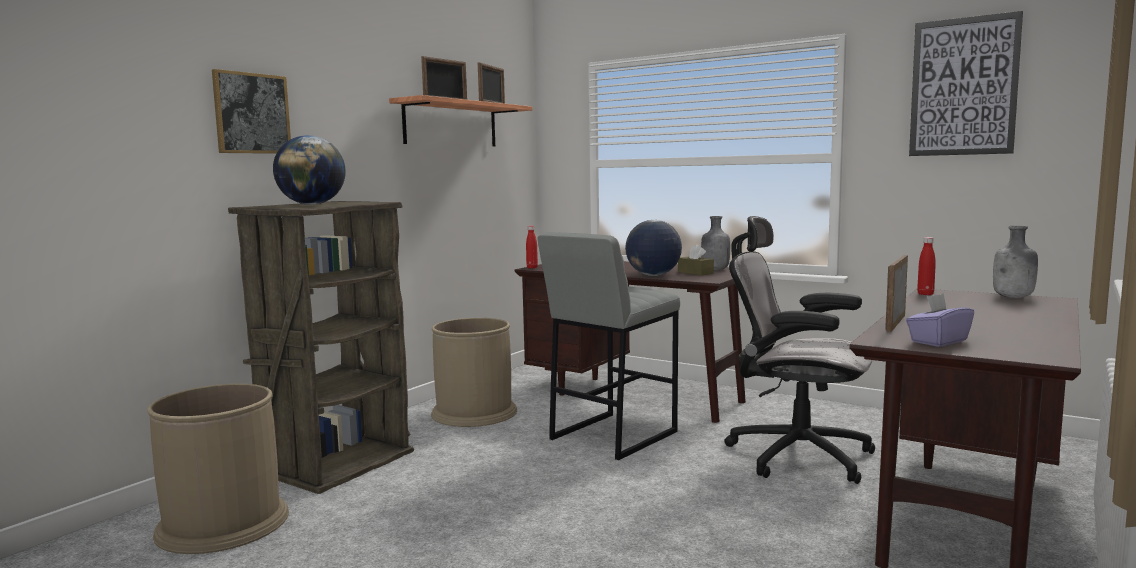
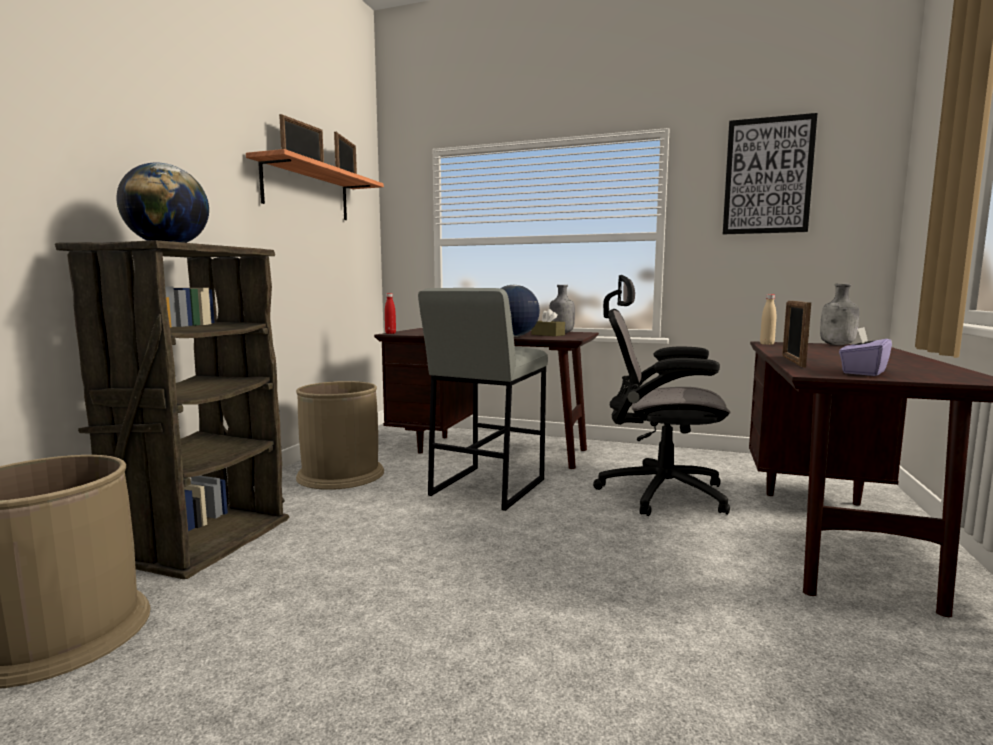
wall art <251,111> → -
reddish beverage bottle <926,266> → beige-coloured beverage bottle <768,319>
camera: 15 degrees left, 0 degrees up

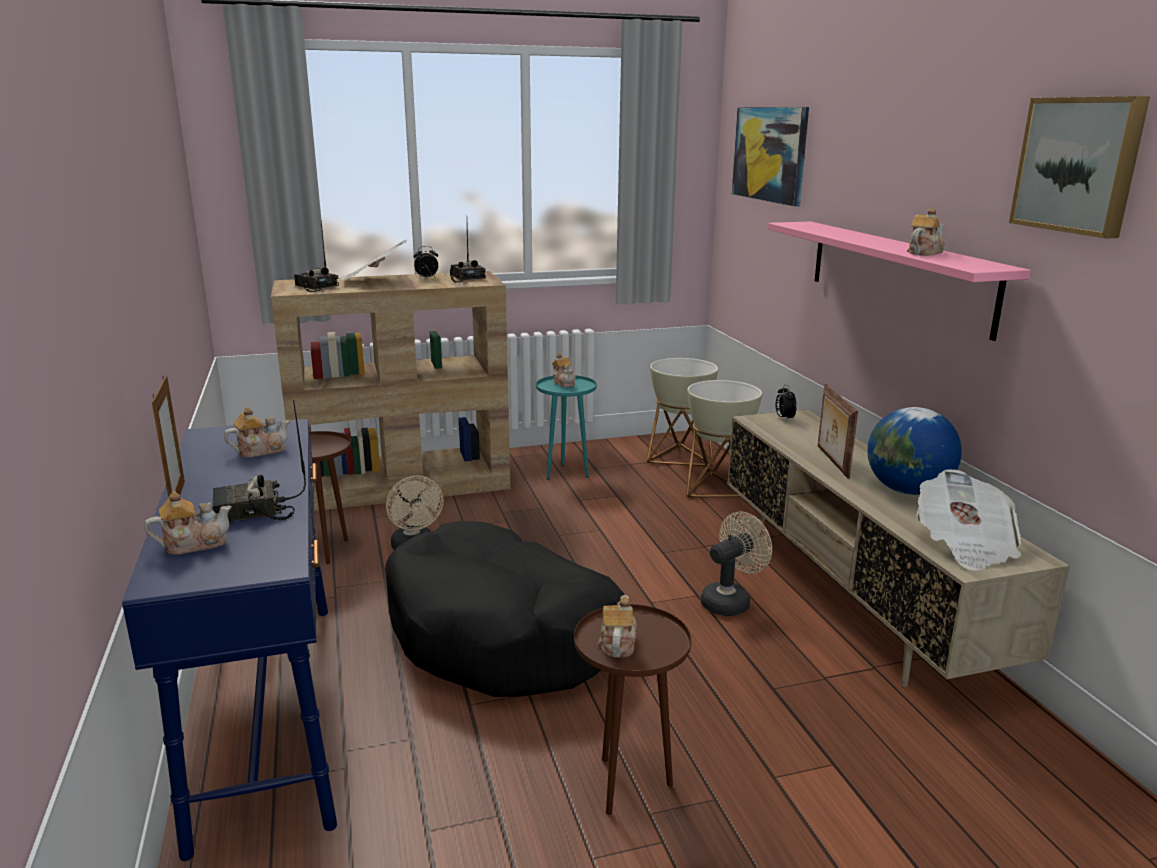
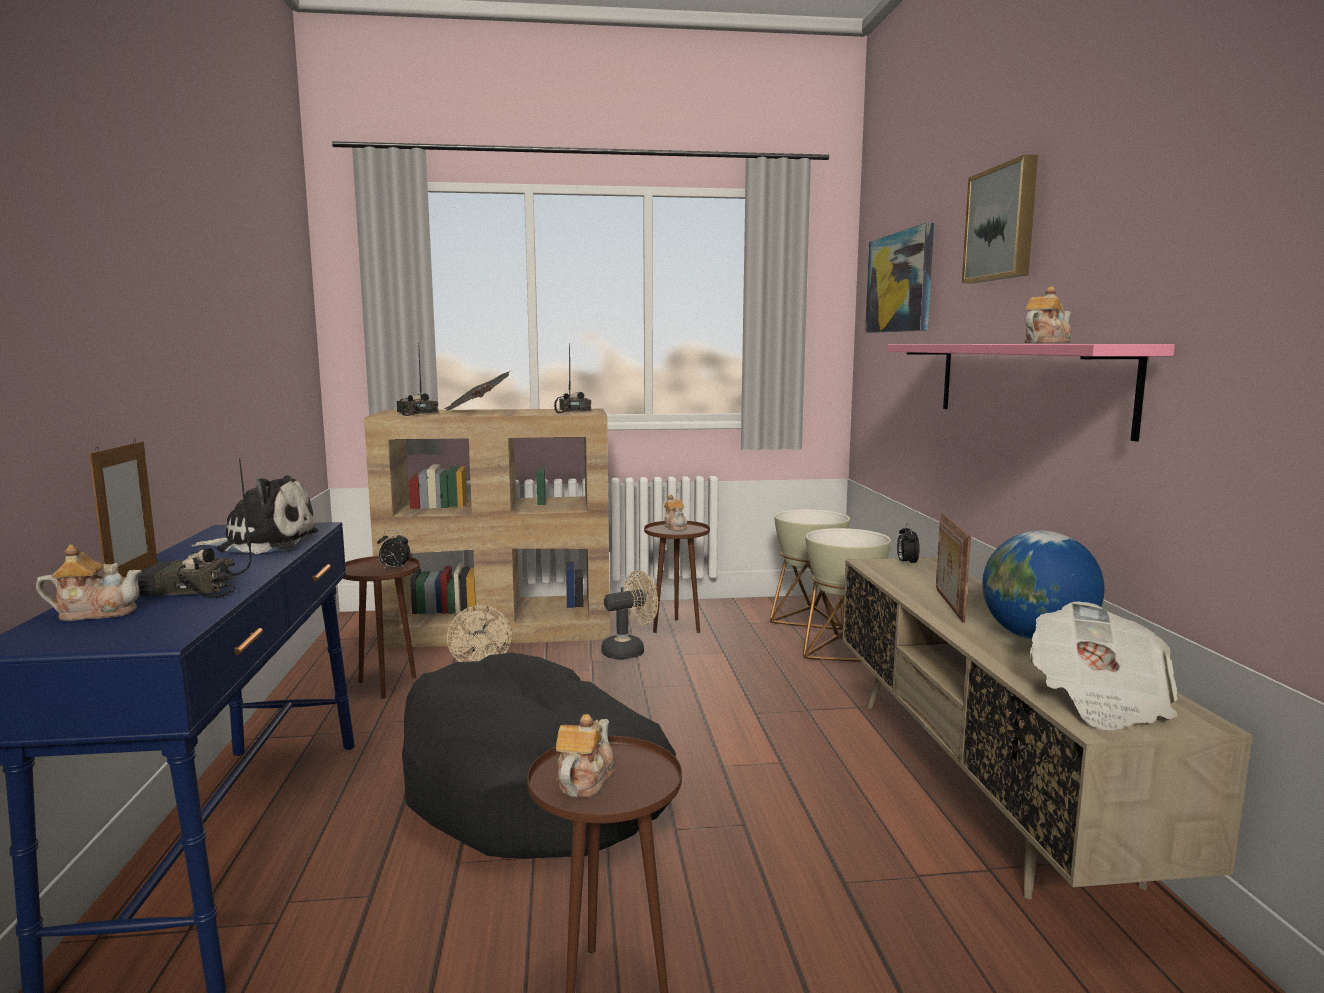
alarm clock <425,262> → alarm clock <393,549>, move
beige-coloured cooling fan <736,564> → beige-coloured cooling fan <629,614>, move
wall art <1079,167> → wall art <1000,218>, move
pot for tea <257,432> → plush toy <255,514>
turquoise-coloured end table <566,427> → brown end table <677,577>
camera: 10 degrees right, 10 degrees down

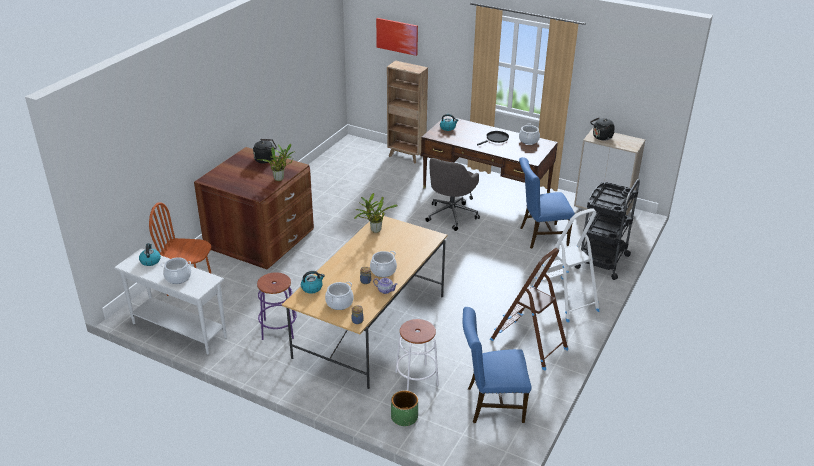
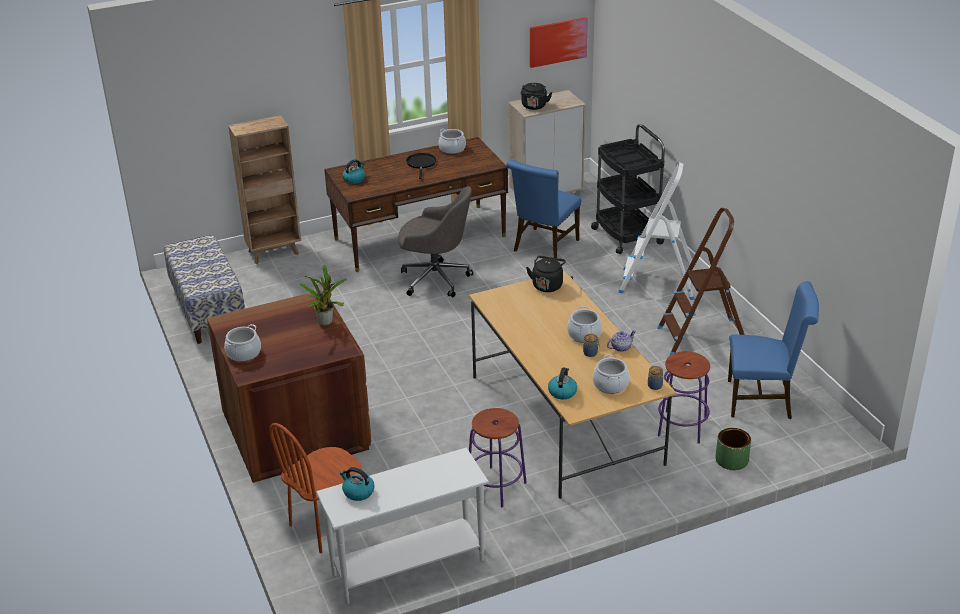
potted plant <376,213> → -
- → bench <204,289>
cooking pot <175,270> → cooking pot <242,343>, move
blackish kettle <265,151> → blackish kettle <546,274>, move
wall art <397,37> → wall art <559,42>, move
white stool seat <417,355> → purple-coloured stool seat <684,397>
greyish office chair <452,194> → greyish office chair <435,242>, 45 degrees counterclockwise
blue chair <497,365> → blue chair <773,350>, 120 degrees counterclockwise
camera: 50 degrees left, 0 degrees up

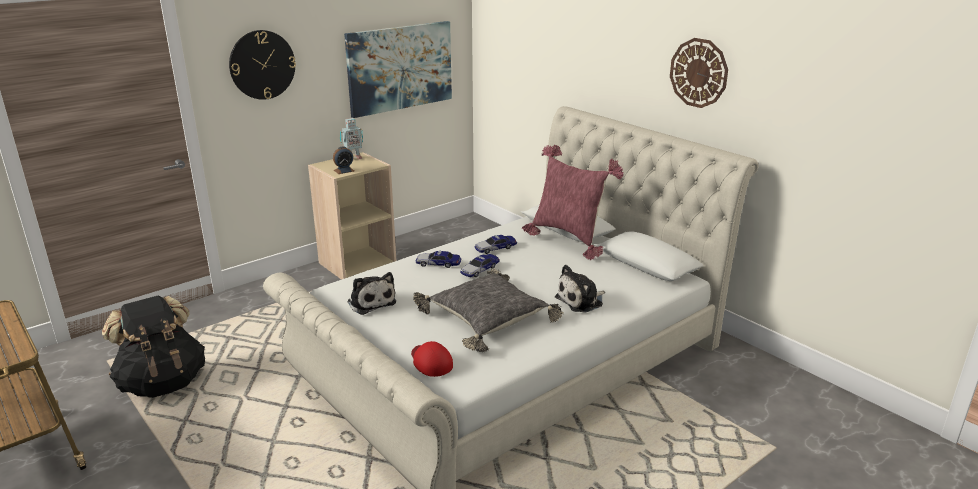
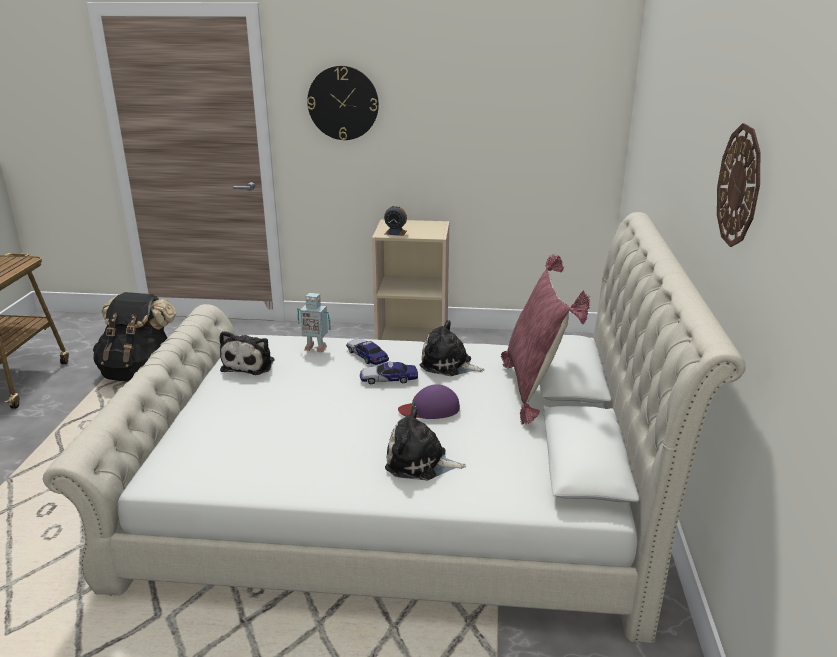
wall art <398,69> → -
reddish cap <432,359> → -
pillow <489,310> → -
- → purple-coloured cap <429,401>
model robot <351,138> → model robot <314,322>, move
toy car <495,244> → plush toy <452,348>
camera: 45 degrees right, 0 degrees up

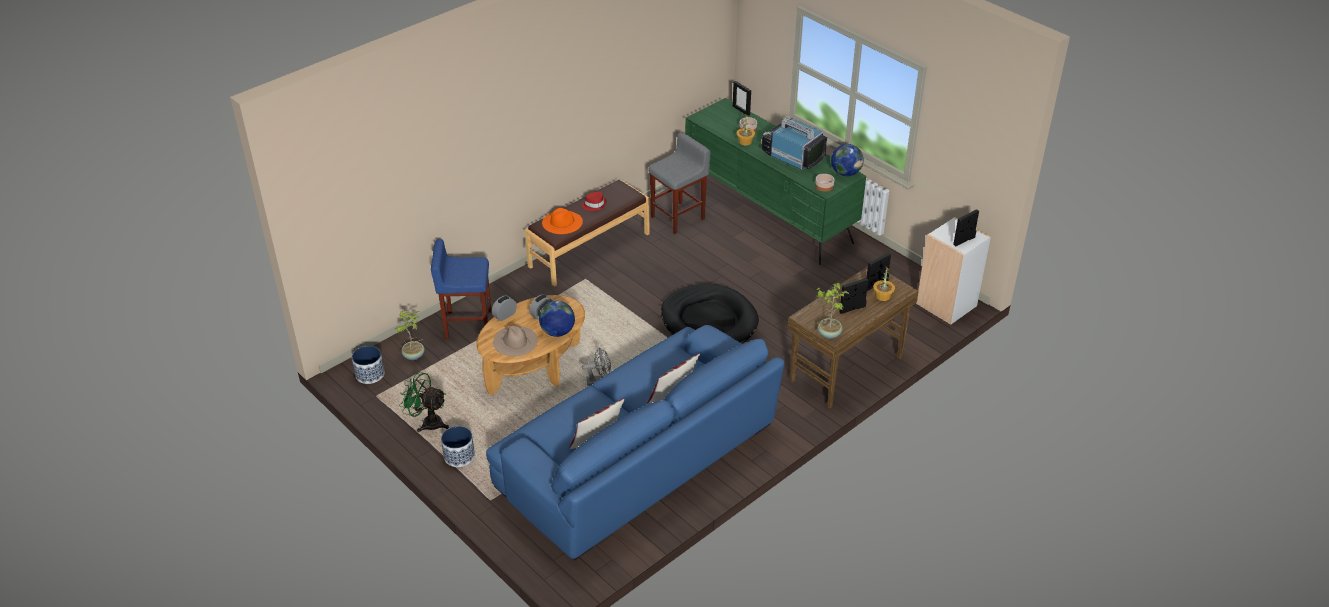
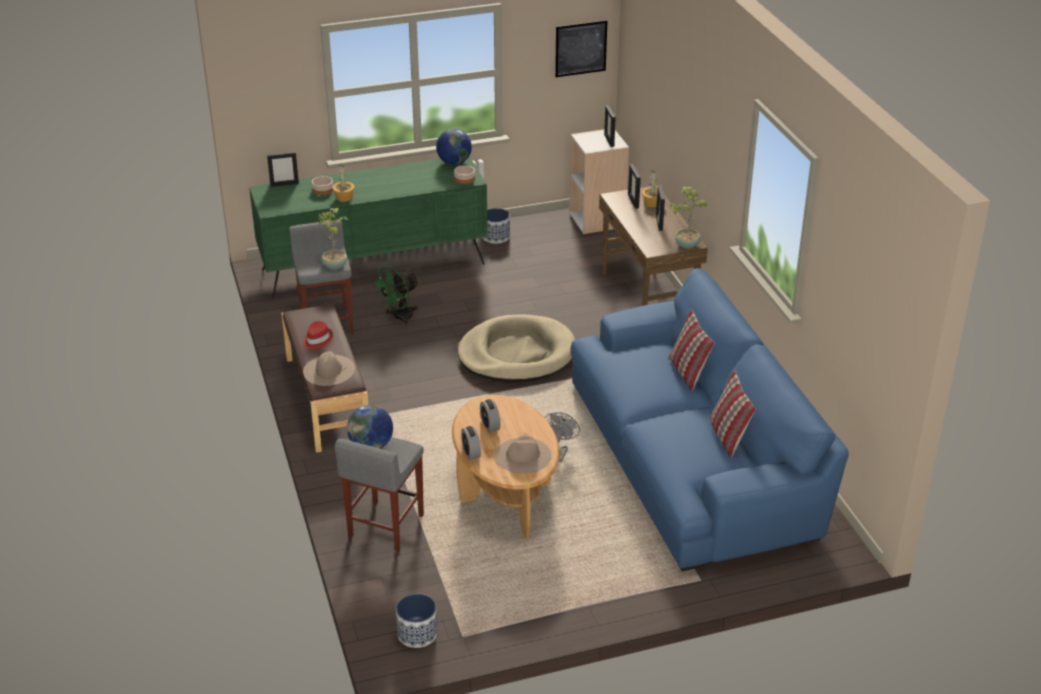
TV set <794,144> → -
- → wall art <581,48>
potted plant <410,335> → potted plant <333,239>, move
green cooling fan <424,402> → green cooling fan <395,296>, move
planter <458,446> → planter <496,226>, move
globe <557,319> → globe <370,427>, move
blue stool seat <461,289> → greyish stool seat <379,494>
orange-coloured wearable hat <562,221> → beige-coloured wearable hat <329,368>
blackish pet bed <710,313> → beige-coloured pet bed <516,348>
camera: 65 degrees left, 5 degrees down

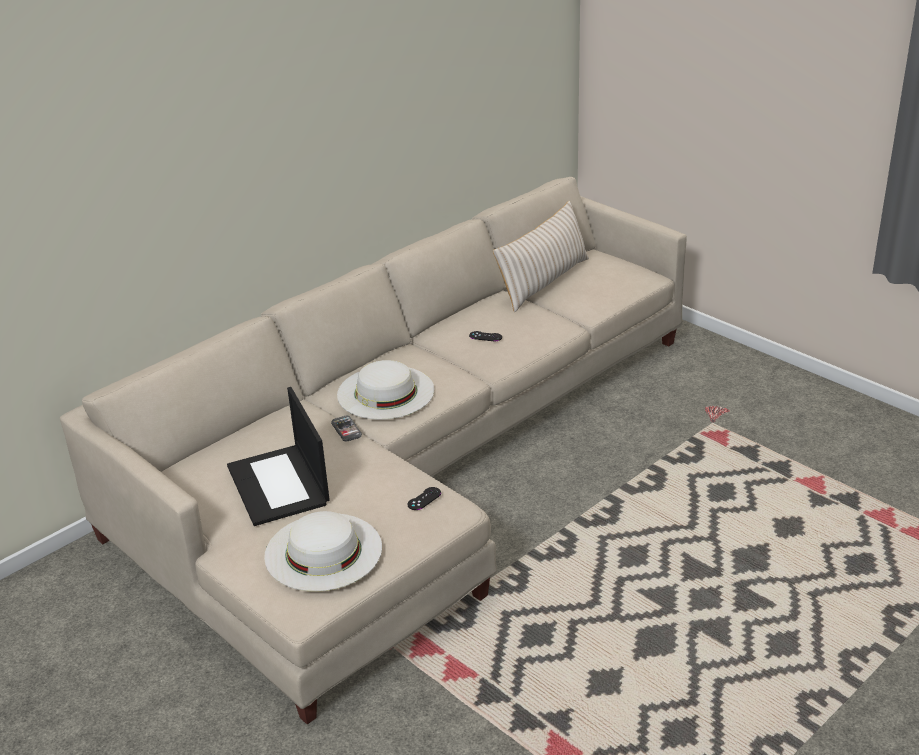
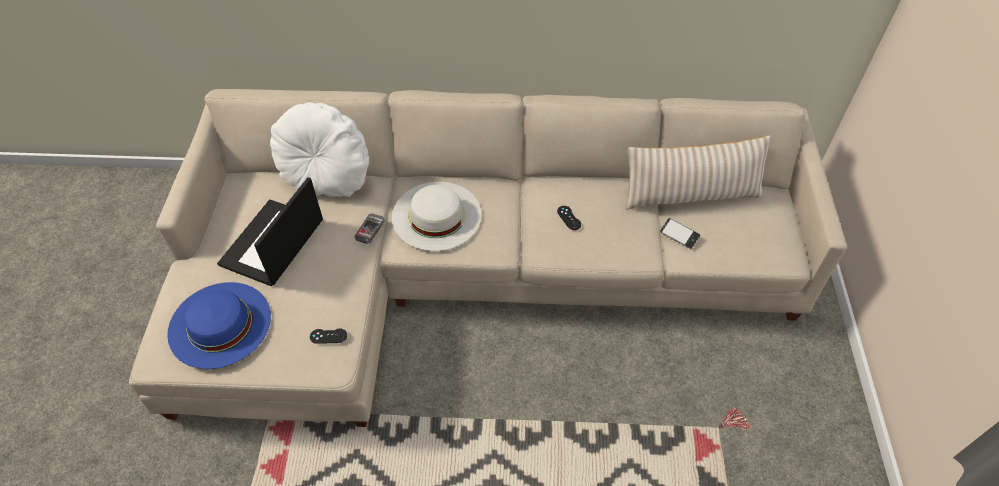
- → white pillow <319,150>
- → handset <680,233>
white wearable hat <323,551> → blue wearable hat <219,325>
camera: 45 degrees right, 20 degrees up

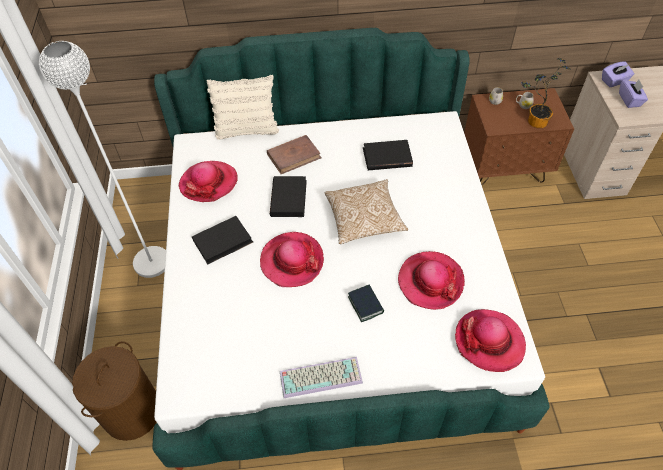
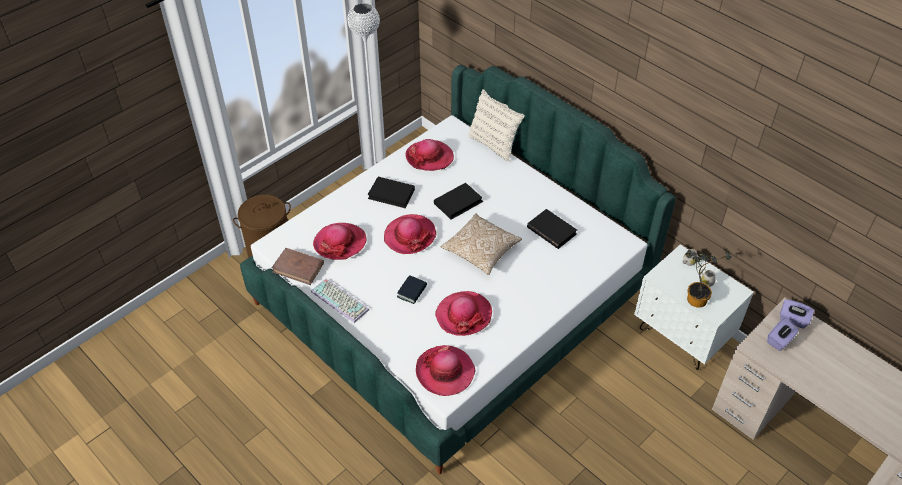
- → wearable hat <339,241>
brown bound book <294,154> → brown bound book <298,266>, move
brown night table <519,136> → white night table <694,307>
camera: 50 degrees right, 5 degrees down

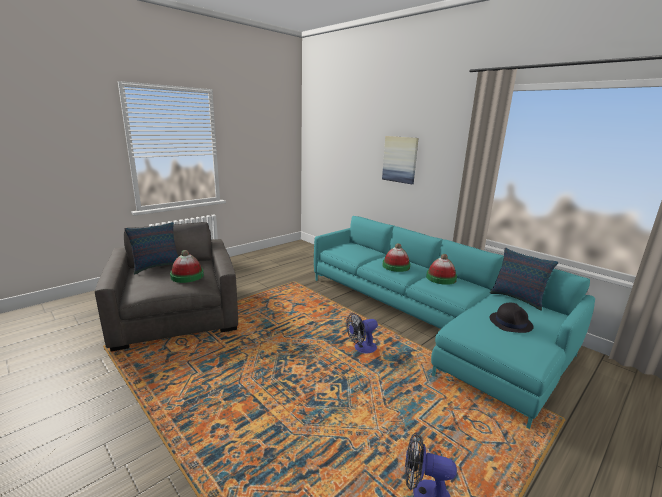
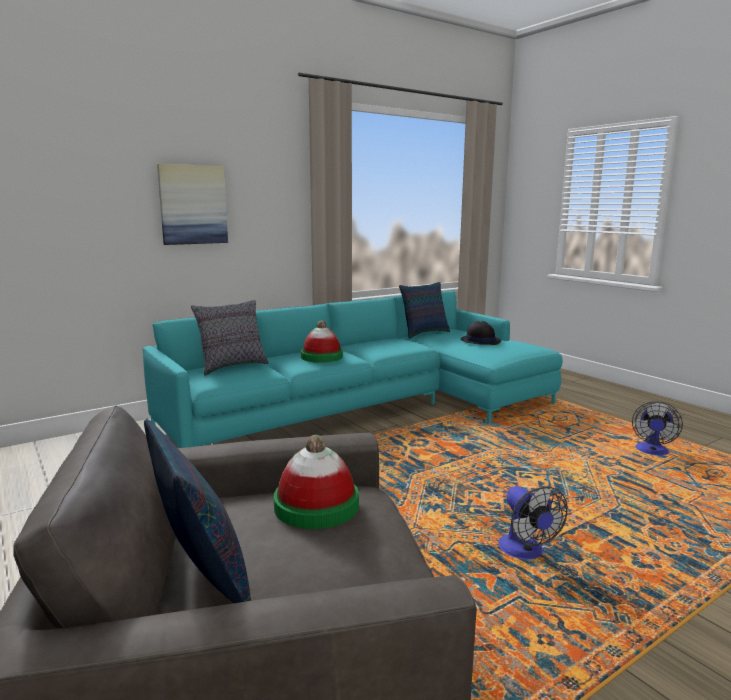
wearable hat <441,269> → -
- → greyish pillow <229,338>
cooling fan <362,333> → cooling fan <533,523>, move
camera: 80 degrees left, 5 degrees down

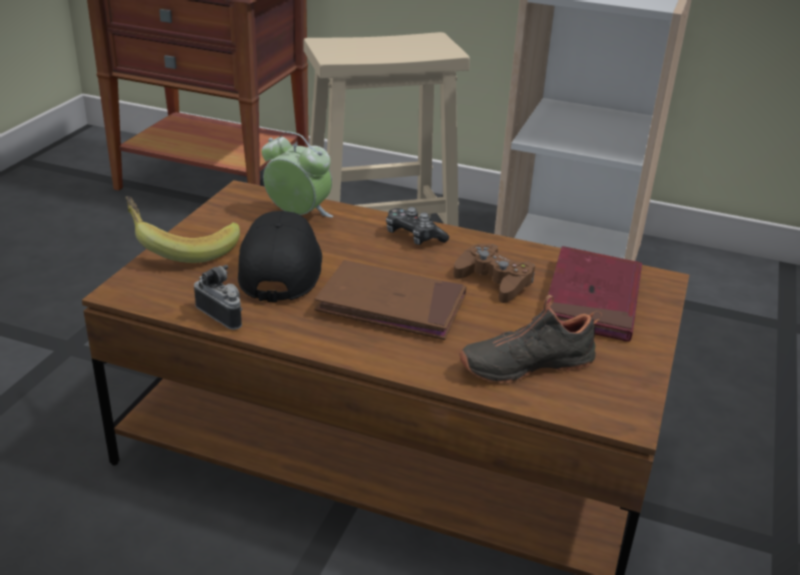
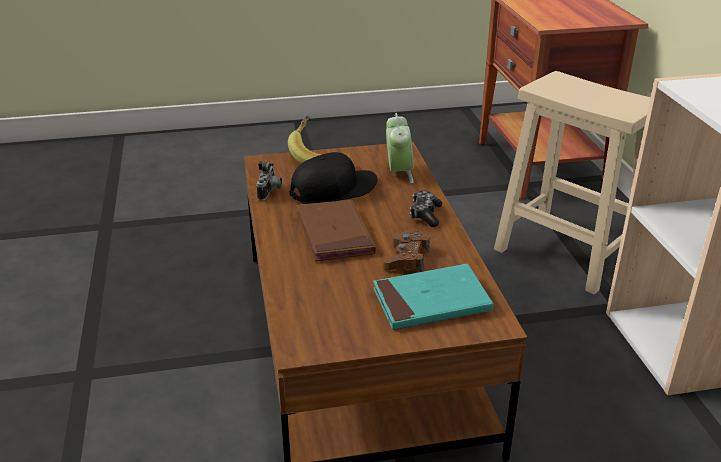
blackish shoe <531,339> → -
reddish bound book <594,294> → turquoise-coloured bound book <433,297>
camera: 60 degrees right, 0 degrees up

